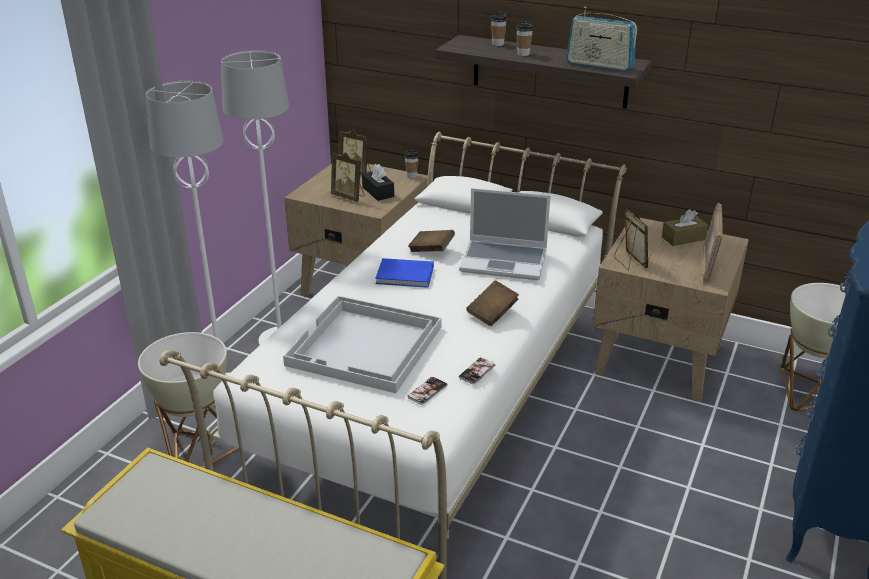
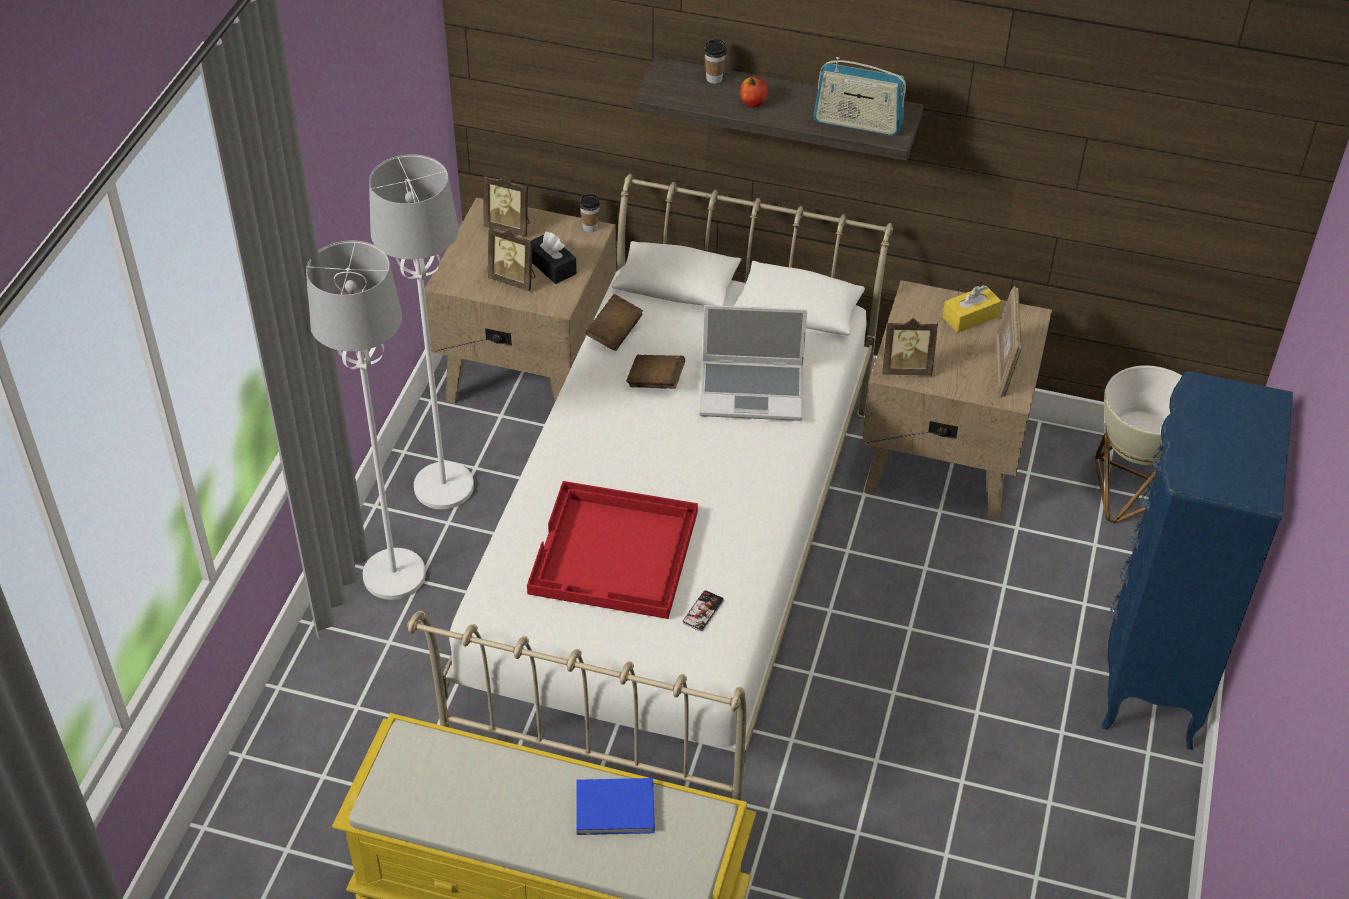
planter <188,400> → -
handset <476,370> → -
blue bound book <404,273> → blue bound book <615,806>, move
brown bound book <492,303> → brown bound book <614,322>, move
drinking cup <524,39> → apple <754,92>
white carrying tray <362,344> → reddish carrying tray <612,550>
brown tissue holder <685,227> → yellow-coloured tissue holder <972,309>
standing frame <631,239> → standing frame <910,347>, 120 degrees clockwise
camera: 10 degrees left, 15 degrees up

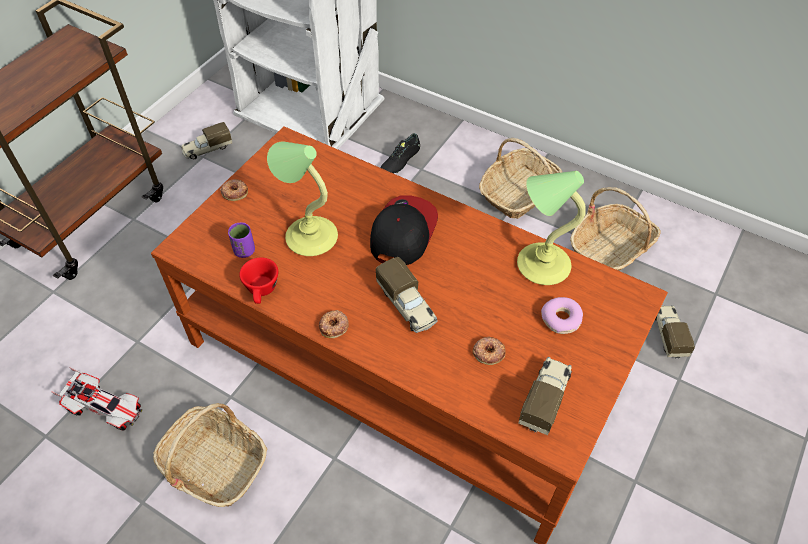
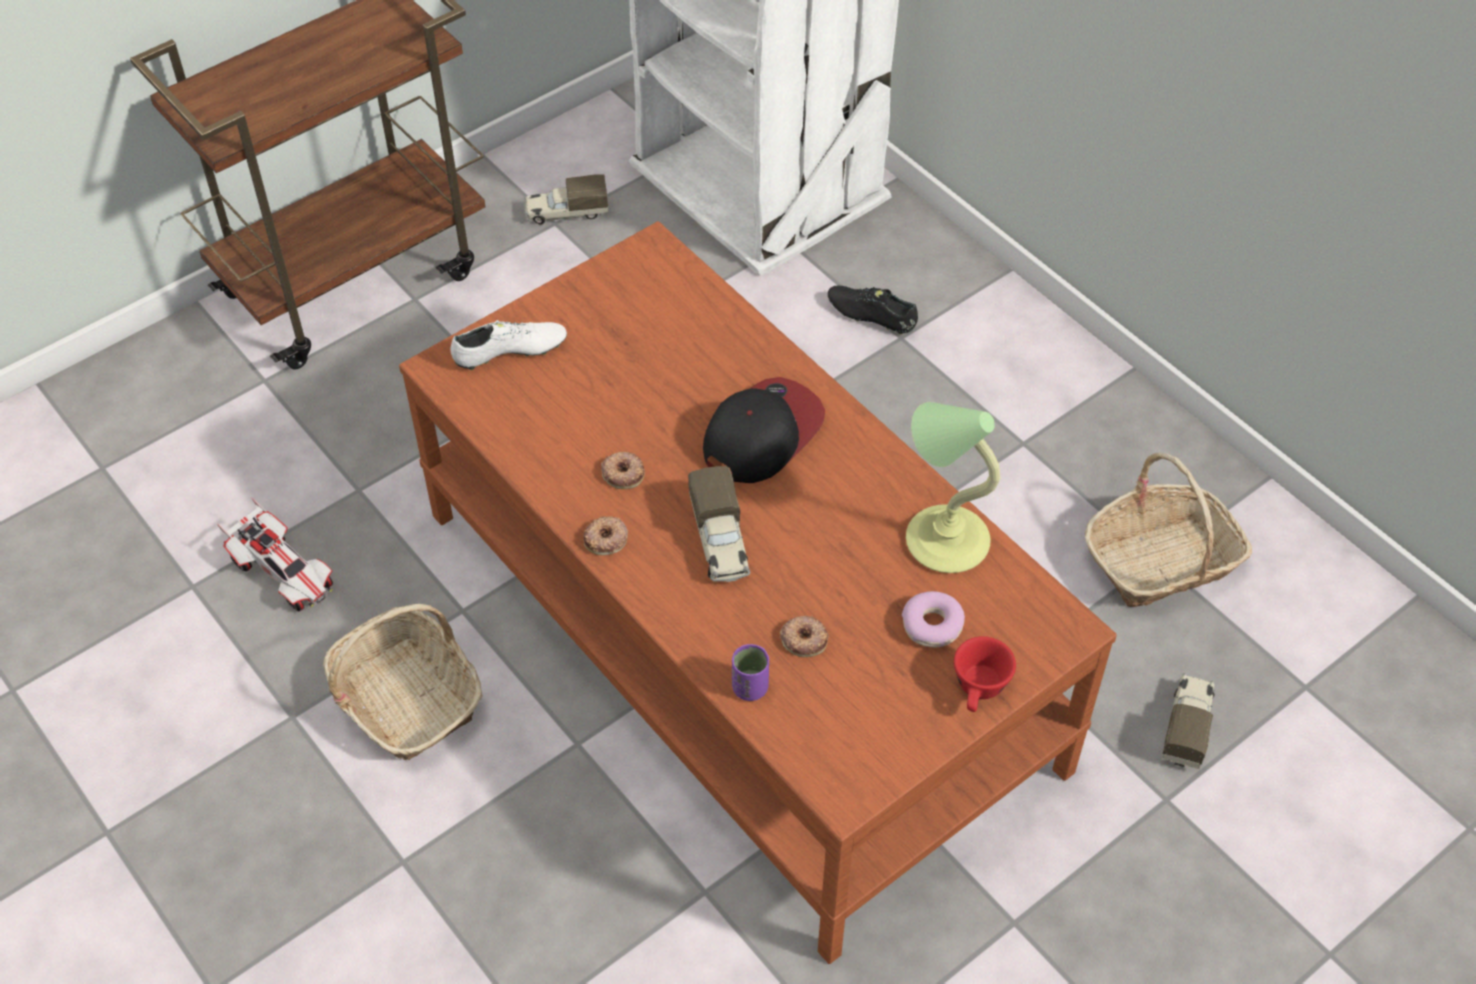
tabletop lamp <302,199> → -
basket <520,178> → -
toy lorry <545,396> → -
- → white shoe <509,345>
donut <234,190> → donut <623,470>, move
purple-coloured drinking cup <241,240> → purple-coloured drinking cup <750,672>, move
reddish drinking cup <258,280> → reddish drinking cup <985,674>, move
blackish shoe <400,153> → blackish shoe <873,310>, 60 degrees clockwise
camera: 20 degrees right, 0 degrees up

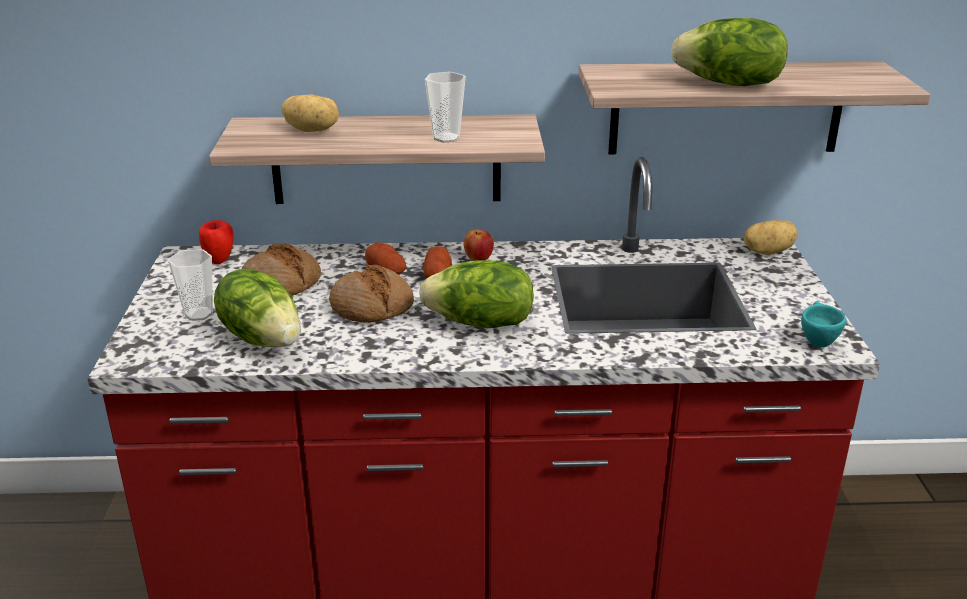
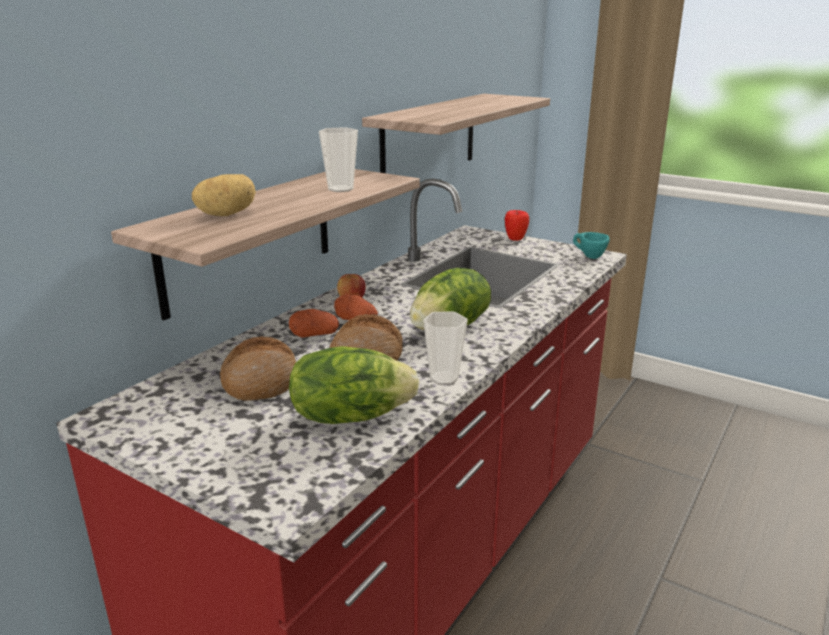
head of lettuce <729,52> → -
whole potato <770,237> → -
drinking cup <190,285> → drinking cup <445,348>, move
apple <216,242> → apple <517,225>, move
camera: 55 degrees left, 5 degrees down

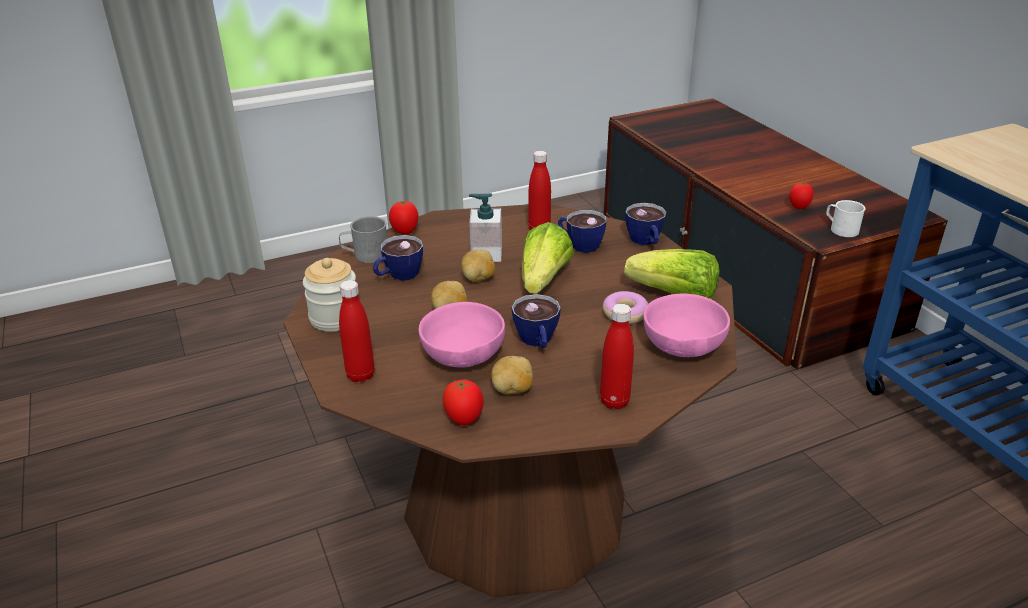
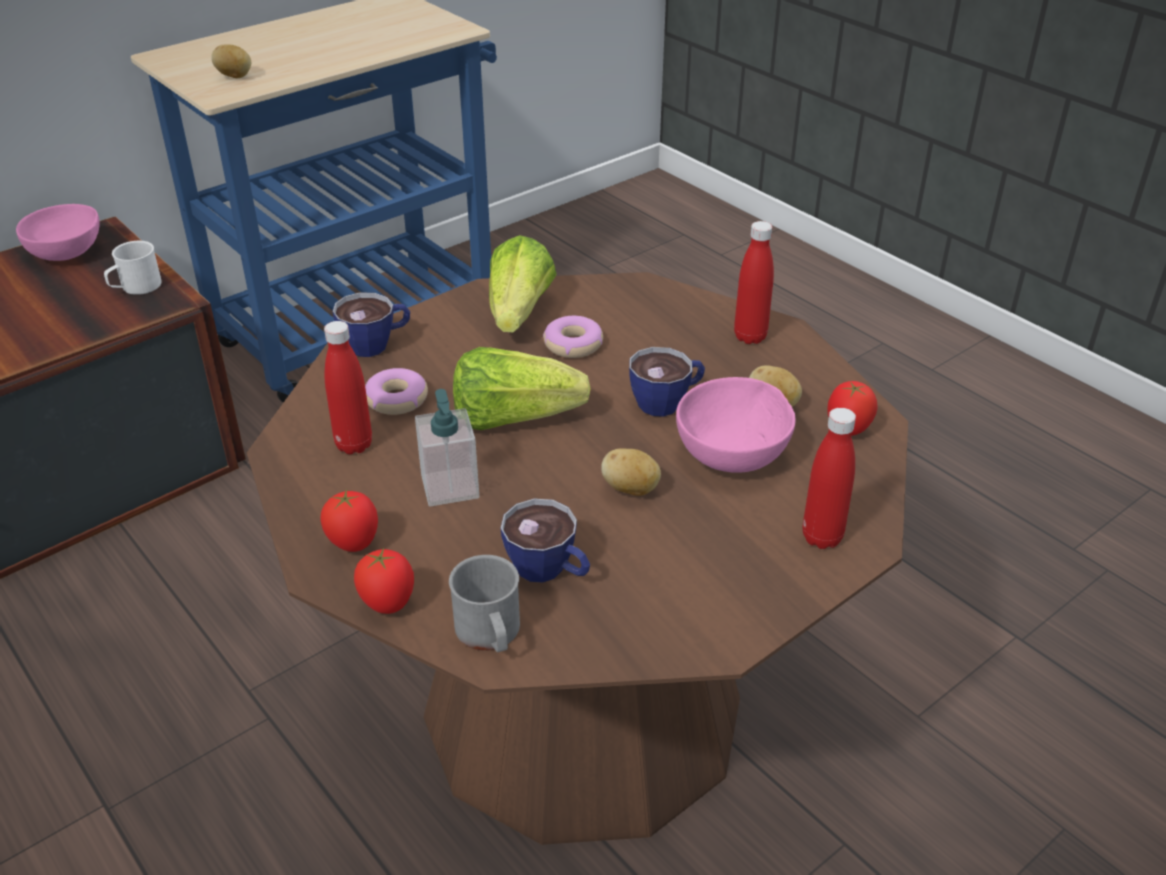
storage jar <329,295> → -
whole potato <478,265> → whole potato <231,61>, move
pinkish deep dish <686,325> → pinkish deep dish <58,232>, move
tomato <801,195> → tomato <349,520>, move
drinking cup <582,231> → donut <396,391>
camera: 105 degrees left, 5 degrees up

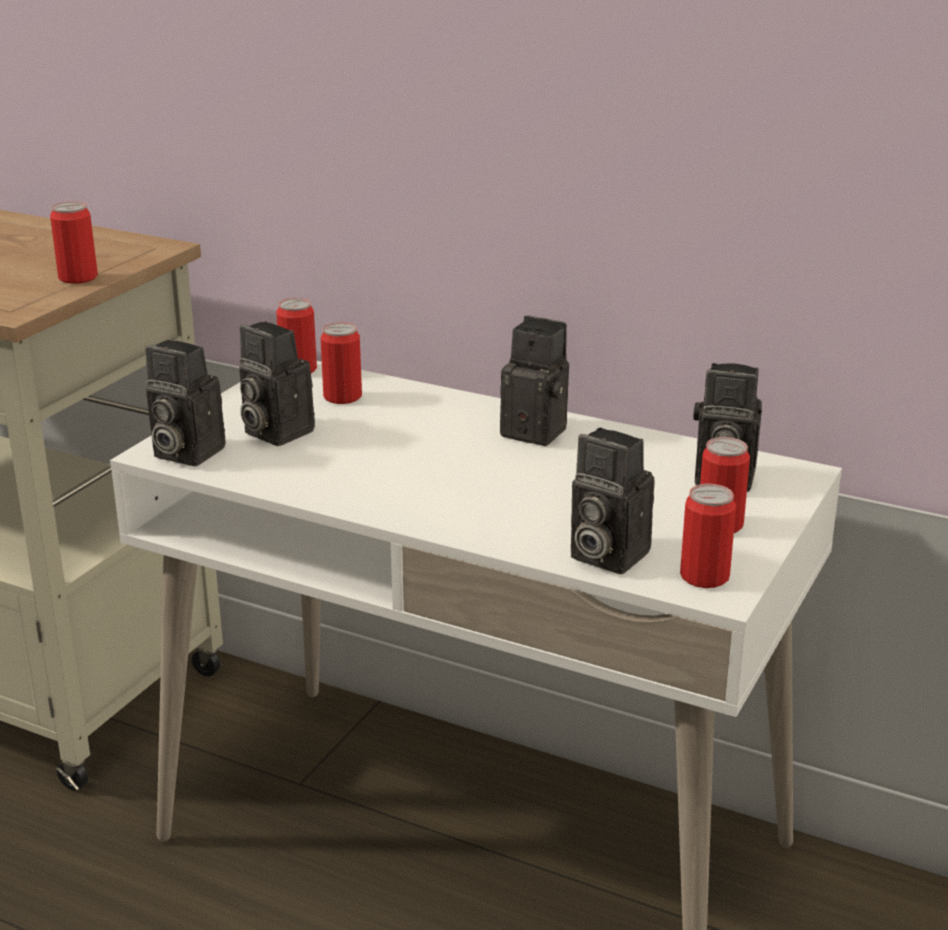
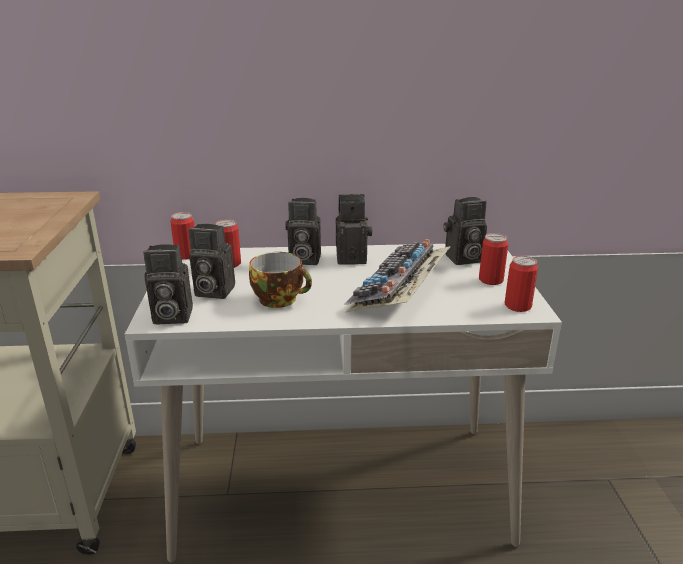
can <74,242> → -
- → drinking cup <280,280>
- → PC keyboard <398,275>
photo camera <613,500> → photo camera <303,231>, move
camera: 30 degrees left, 0 degrees up

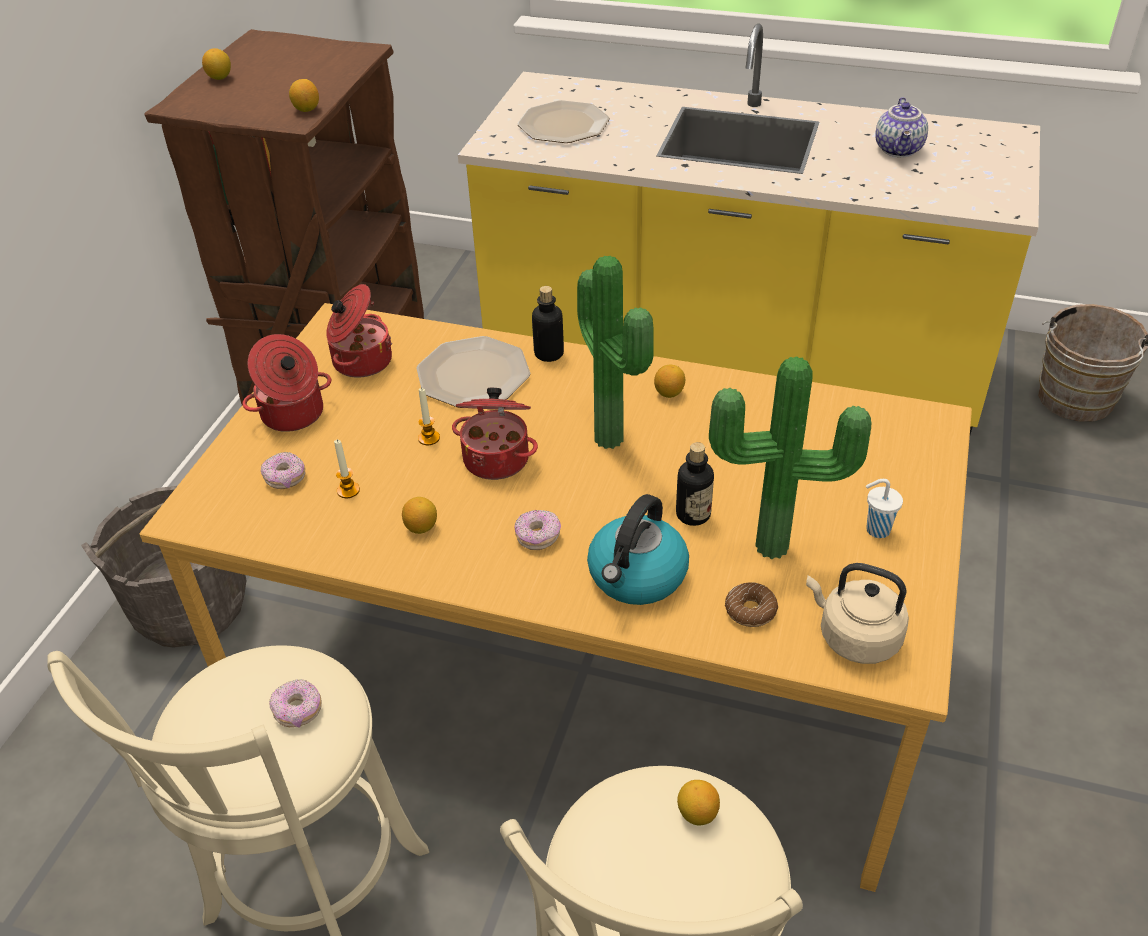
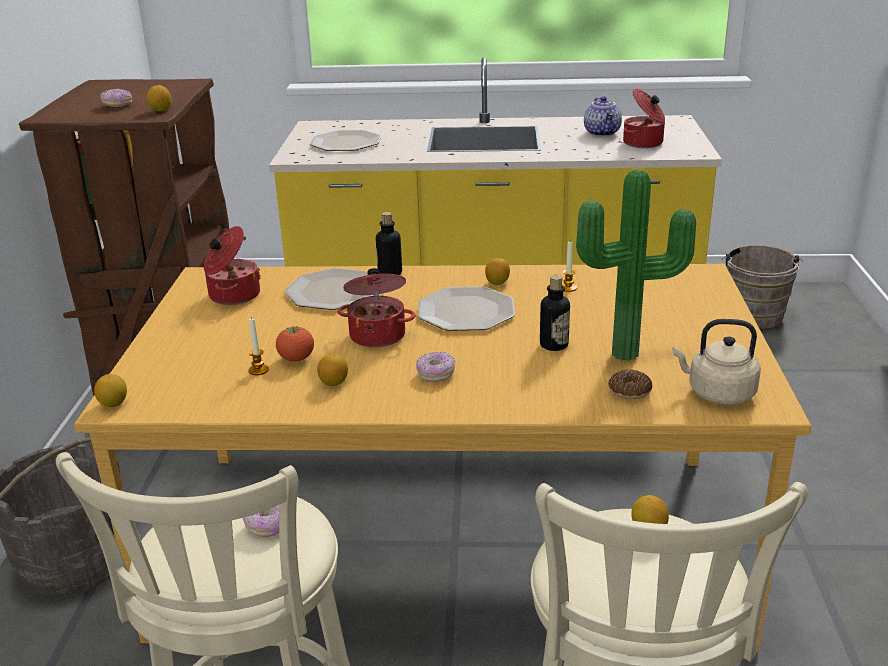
kettle <638,549> → -
white drinking cup <884,508> → -
- → tomato <295,344>
citrus fruit <216,64> → citrus fruit <110,390>, move
cooking pot <286,383> → cooking pot <644,118>, move
donut <283,470> → donut <116,97>, move
candle <429,416> → candle <569,267>, move
potted plant <615,352> → flat dish <466,308>
camera: 15 degrees left, 15 degrees down

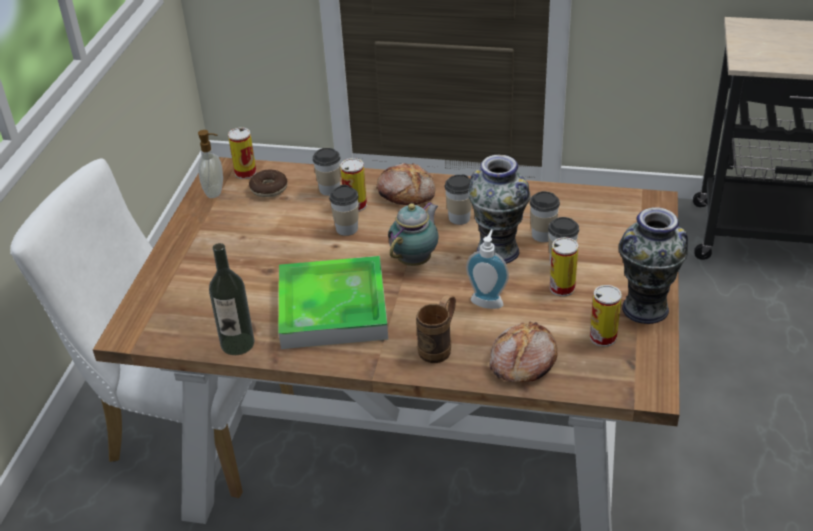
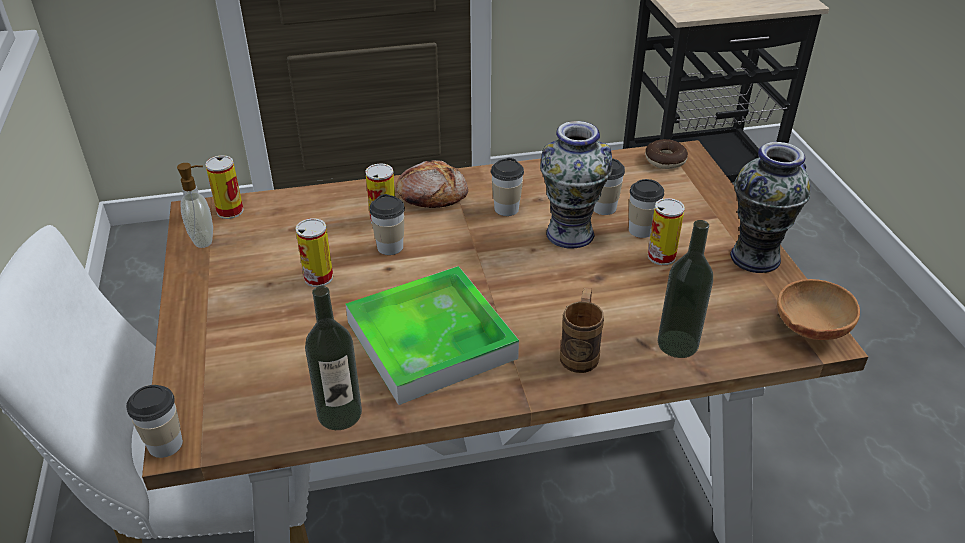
pot for tea <413,234> → -
soap dispenser <487,269> → -
- → brown deep dish <818,309>
donut <268,183> → donut <666,154>, move
drinking cup <326,172> → drinking cup <154,421>, move
can <606,316> → can <314,252>, move
bread <523,351> → beverage bottle <685,289>
camera: 25 degrees left, 0 degrees up

